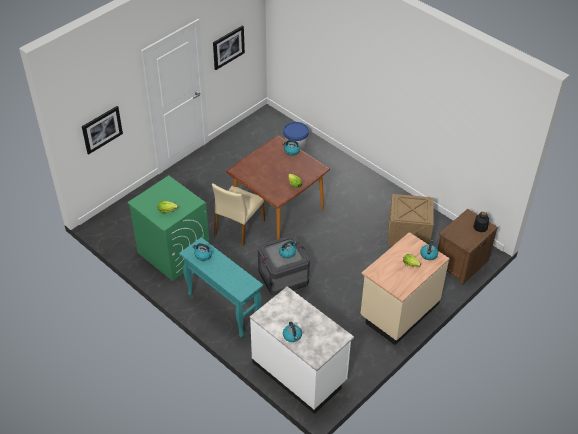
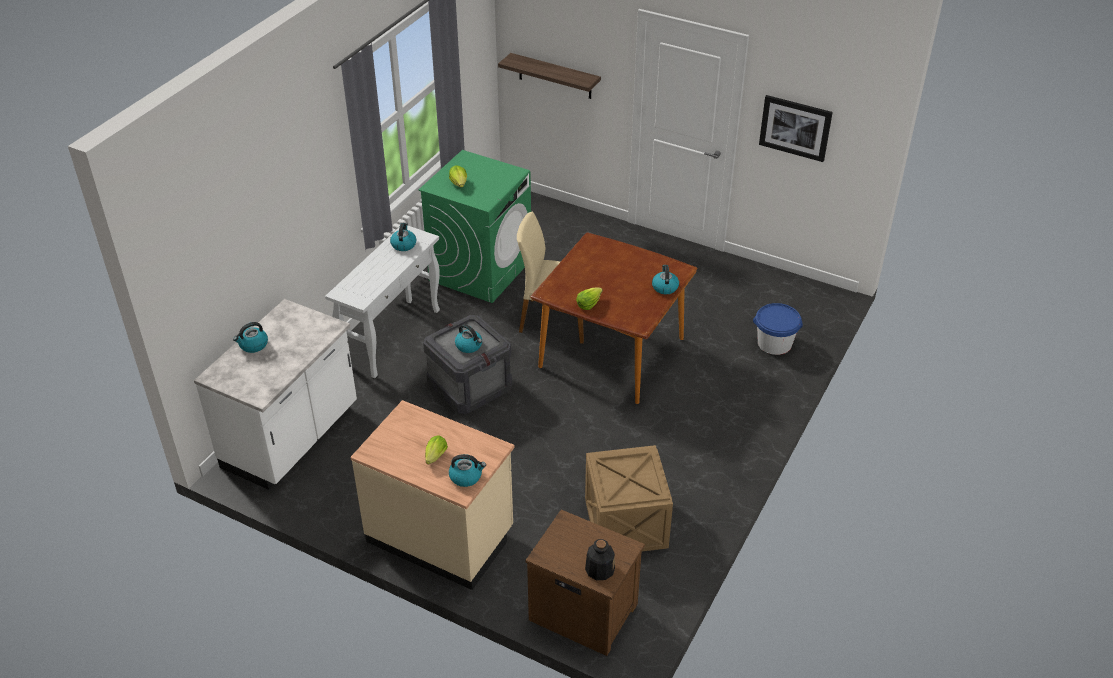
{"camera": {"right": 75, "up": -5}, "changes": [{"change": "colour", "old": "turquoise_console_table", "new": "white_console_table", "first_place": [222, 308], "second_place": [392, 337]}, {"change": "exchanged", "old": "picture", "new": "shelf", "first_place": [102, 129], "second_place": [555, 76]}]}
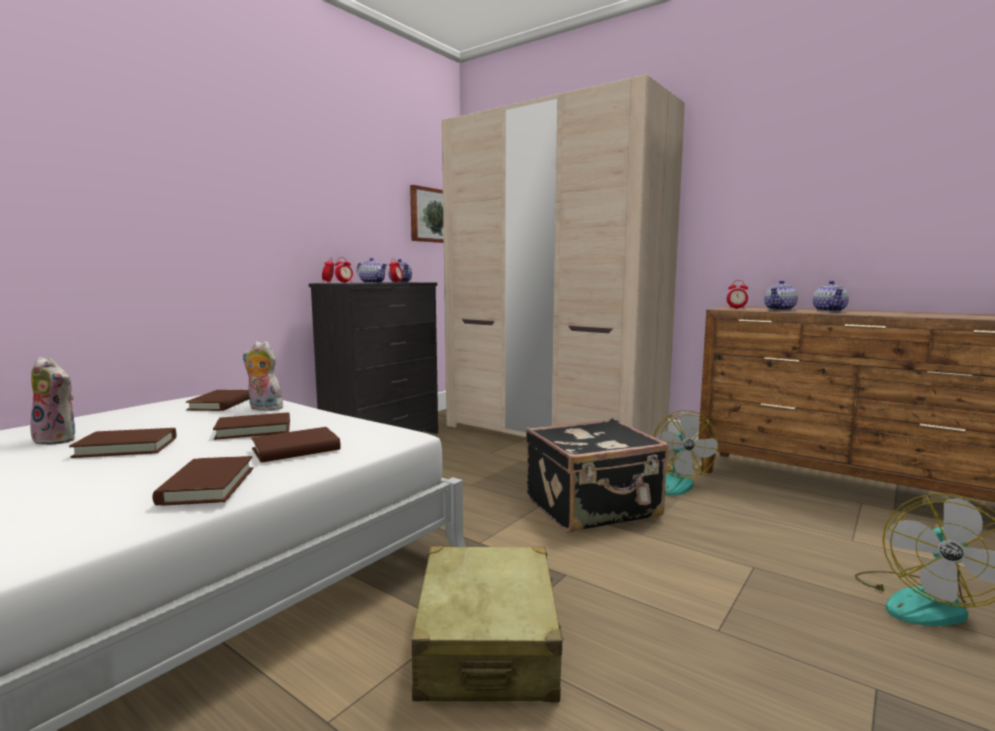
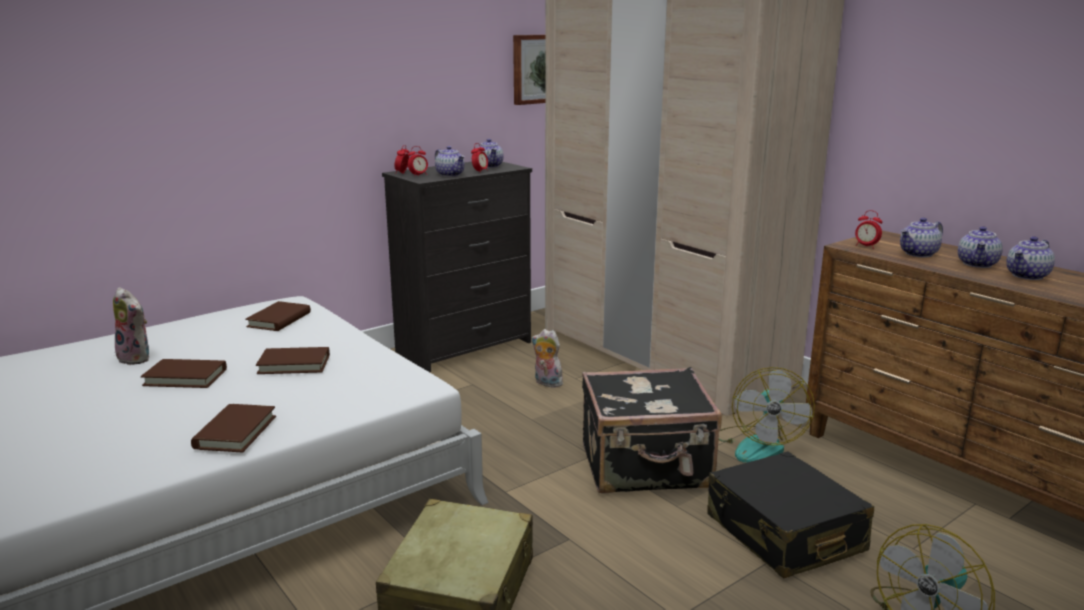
{"camera": {"right": 15, "up": 10}, "changes": [{"change": "relocated", "old": "plush_toy", "first_place": [263, 408], "second_place": [546, 383]}, {"change": "appeared", "new": "black_suitcase", "second_place": [784, 533]}, {"change": "appeared", "new": "teapot", "second_place": [1027, 276]}, {"change": "missing", "old": "brown_book", "first_place": [296, 449]}]}
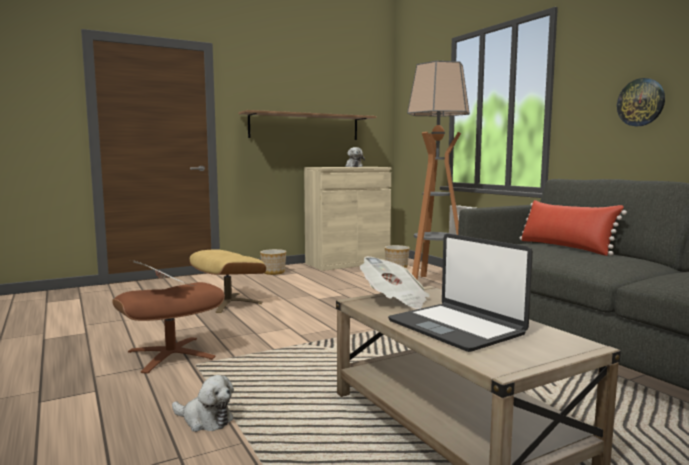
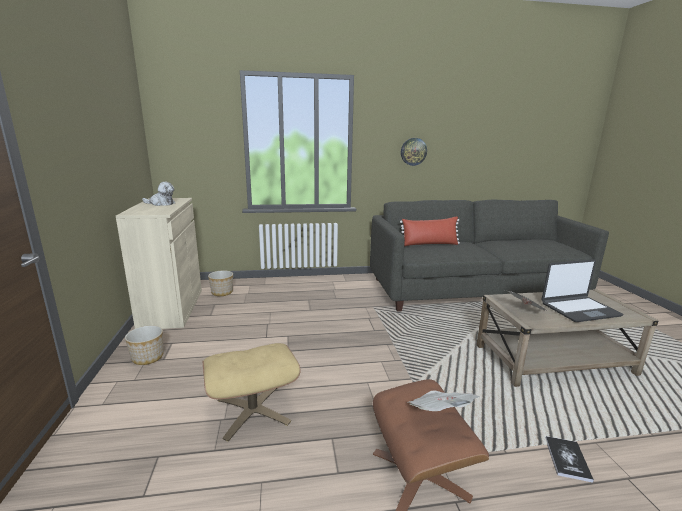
{"camera": {"right": -70, "up": 10}, "changes": [{"change": "exchanged", "old": "plush_toy", "new": "book", "first_place": [205, 420], "second_place": [567, 459]}, {"change": "missing", "old": "shelf", "first_place": [305, 127]}, {"change": "missing", "old": "floor_lamp", "first_place": [434, 284]}]}
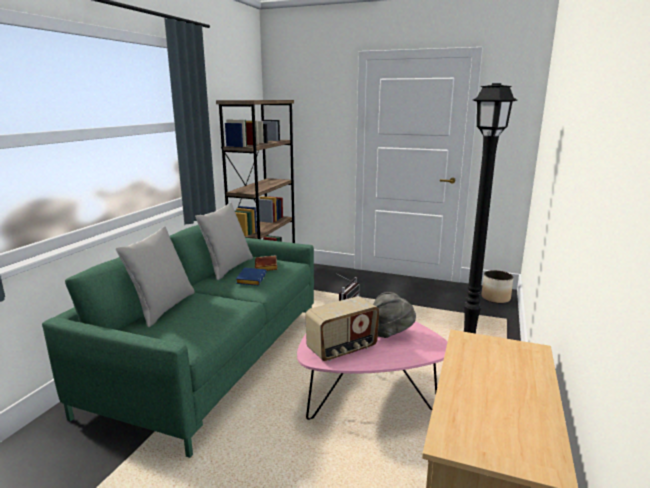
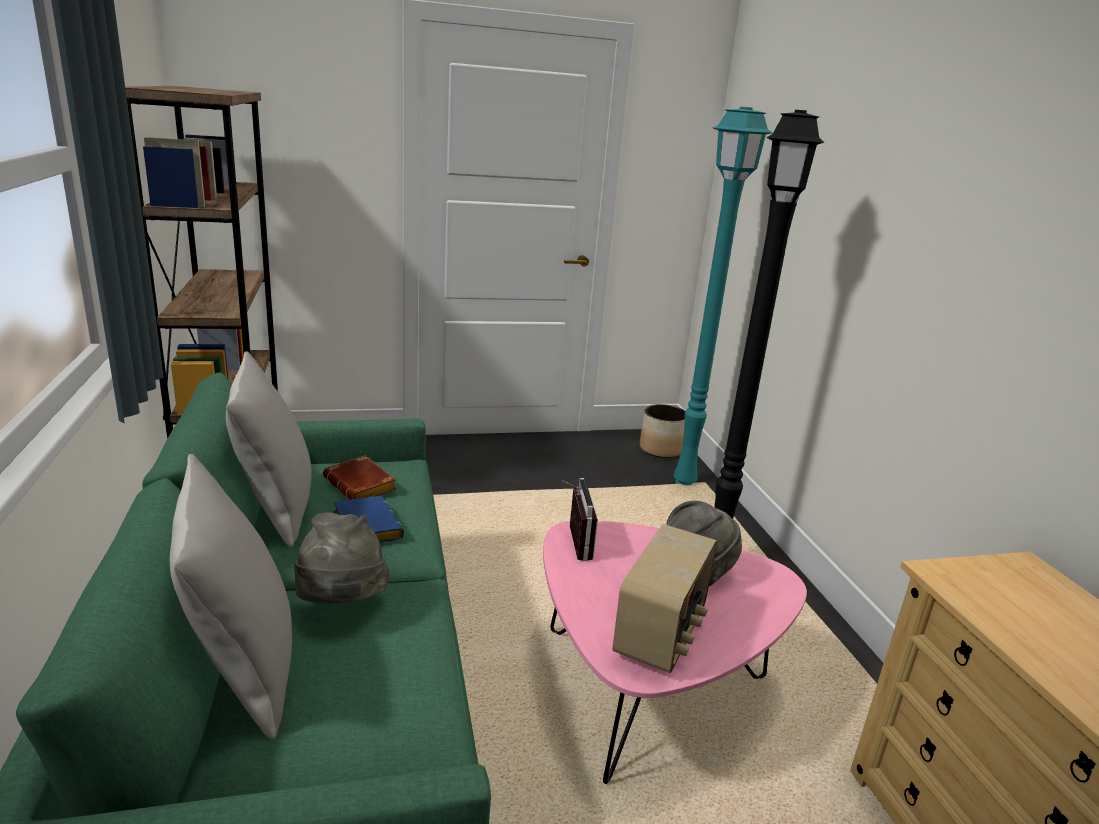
{"camera": {"right": -35, "up": 5}, "changes": [{"change": "appeared", "new": "grey_hat", "second_place": [341, 605]}, {"change": "appeared", "new": "turquoise_floor_lamp", "second_place": [684, 481]}]}
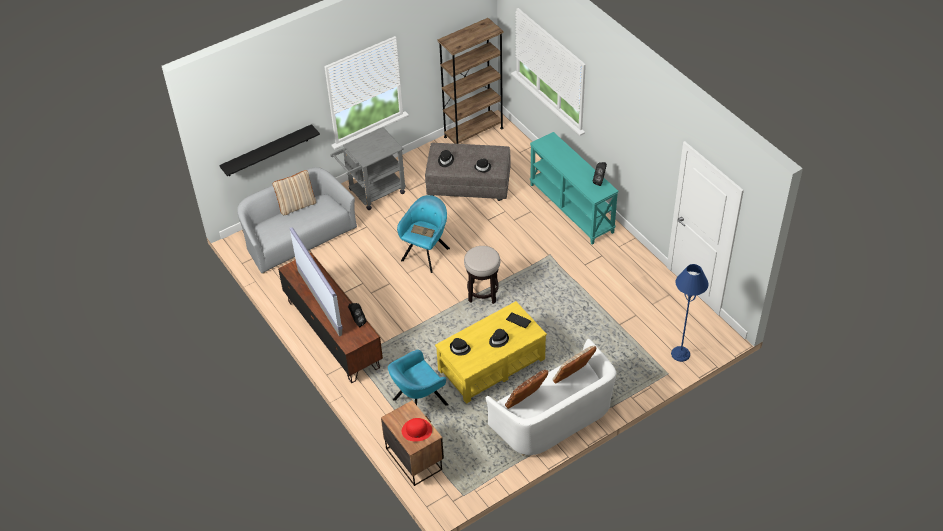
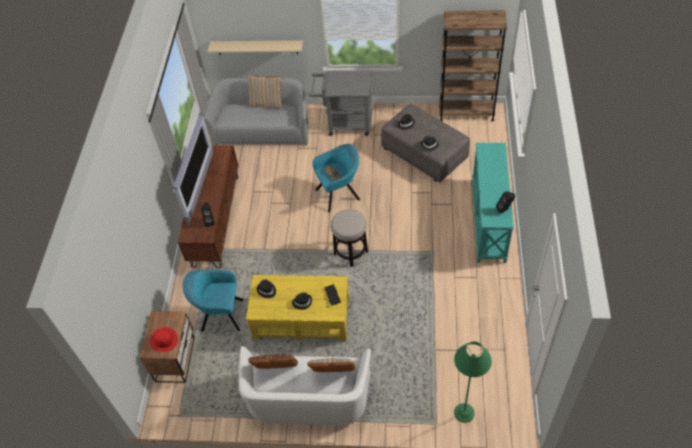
{"camera": {"right": 40, "up": 5}, "changes": [{"change": "colour", "old": "black_shelf", "new": "beige_shelf", "first_place": [267, 151], "second_place": [257, 47]}, {"change": "colour", "old": "blue_floor_lamp", "new": "green_floor_lamp", "first_place": [680, 354], "second_place": [464, 413]}]}
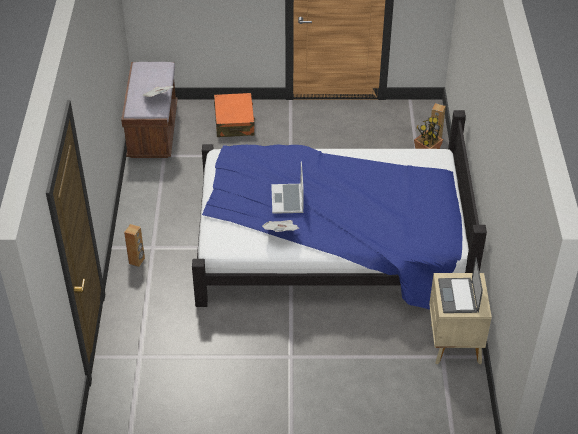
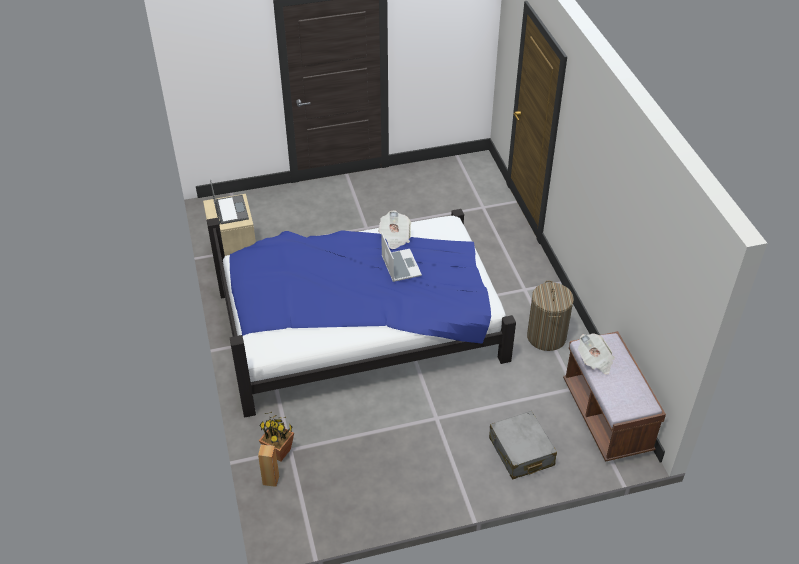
{"camera": {"right": 165, "up": 0}, "changes": [{"change": "colour", "old": "orange_suitcase", "new": "grey_suitcase", "first_place": [234, 122], "second_place": [521, 452]}, {"change": "appeared", "new": "laundry_basket", "second_place": [546, 336]}, {"change": "missing", "old": "brown_speaker", "first_place": [137, 261]}]}
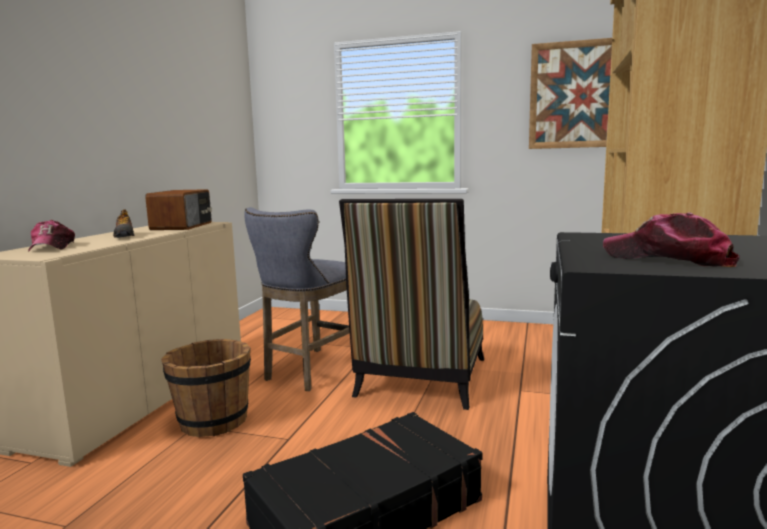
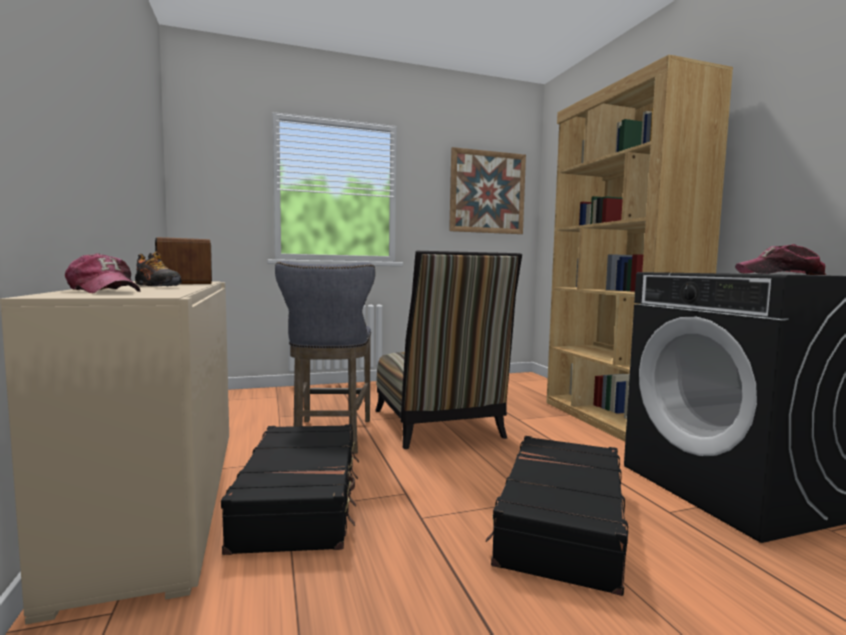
{"camera": {"right": -35, "up": -5}, "changes": [{"change": "exchanged", "old": "brown_bucket", "new": "black_suitcase", "first_place": [213, 421], "second_place": [301, 500]}]}
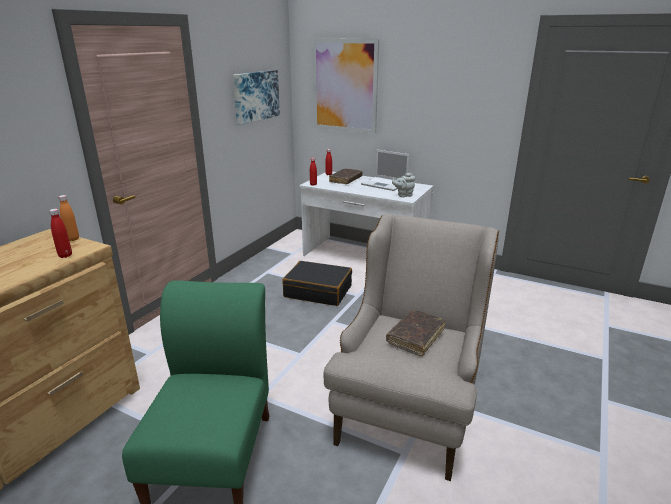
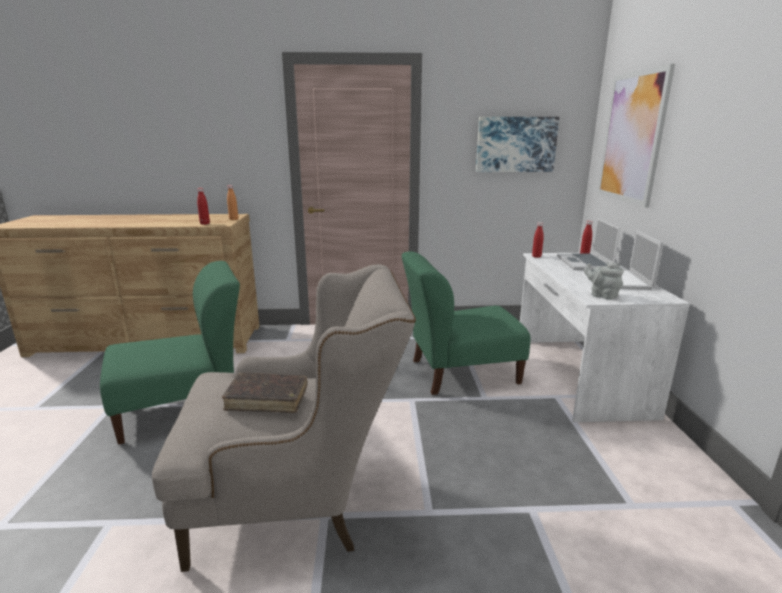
{"camera": {"right": 60, "up": -5}, "changes": [{"change": "exchanged", "old": "black_suitcase", "new": "green_chair", "first_place": [318, 291], "second_place": [459, 373]}, {"change": "exchanged", "old": "brown_book", "new": "laptop", "first_place": [345, 180], "second_place": [585, 263]}]}
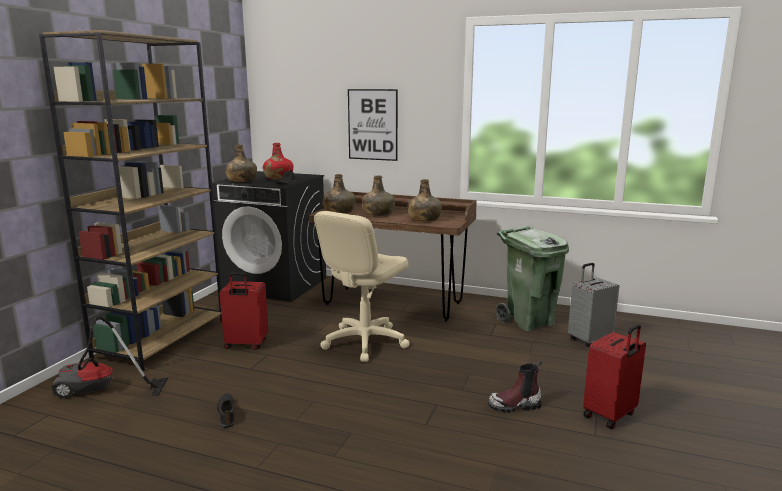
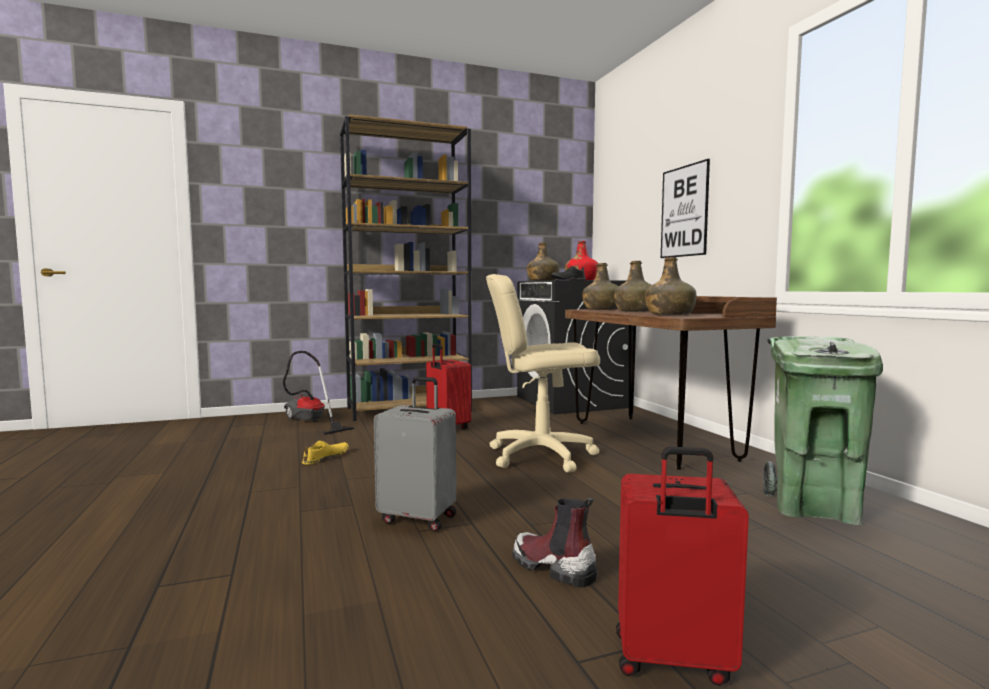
{"camera": {"right": 50, "up": -10}, "changes": [{"change": "colour", "old": "black_shoe", "new": "yellow_shoe", "first_place": [227, 413], "second_place": [326, 457]}, {"change": "relocated", "old": "grey_suitcase", "first_place": [589, 340], "second_place": [419, 518]}]}
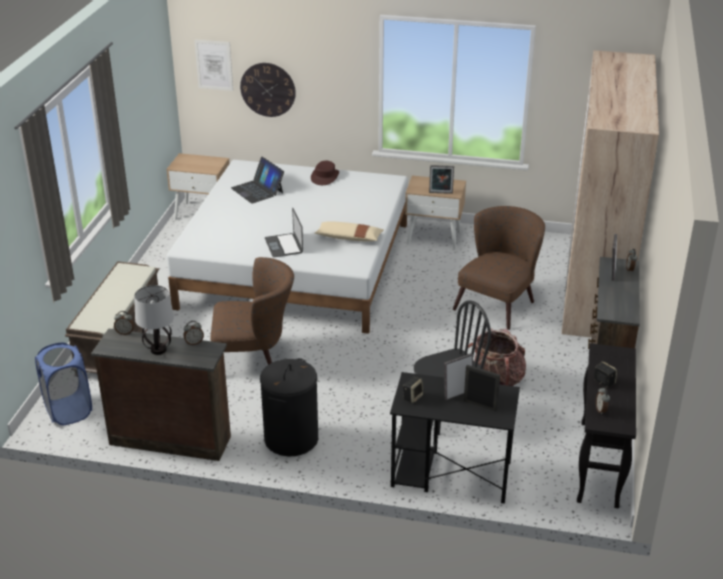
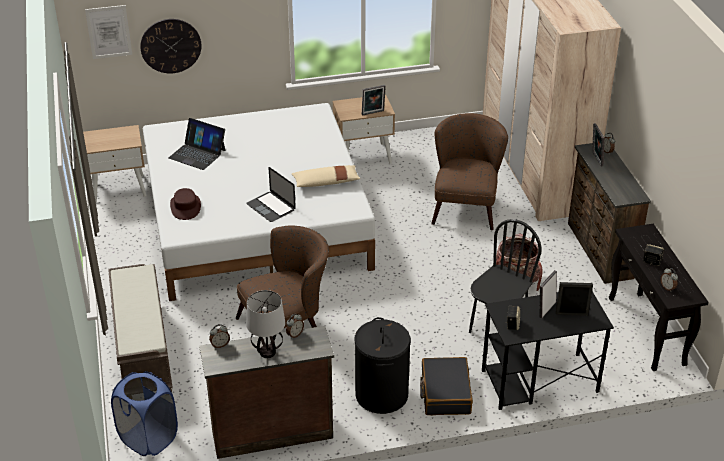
{"camera": {"right": -25, "up": 5}, "changes": [{"change": "relocated", "old": "brown_hat", "first_place": [325, 177], "second_place": [185, 207]}, {"change": "appeared", "new": "black_suitcase", "second_place": [445, 393]}]}
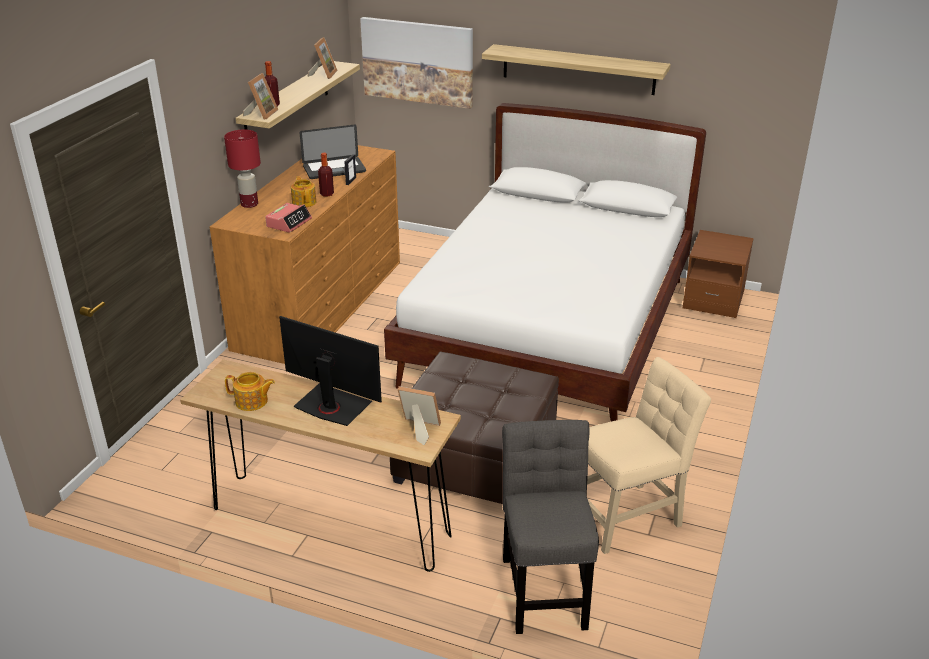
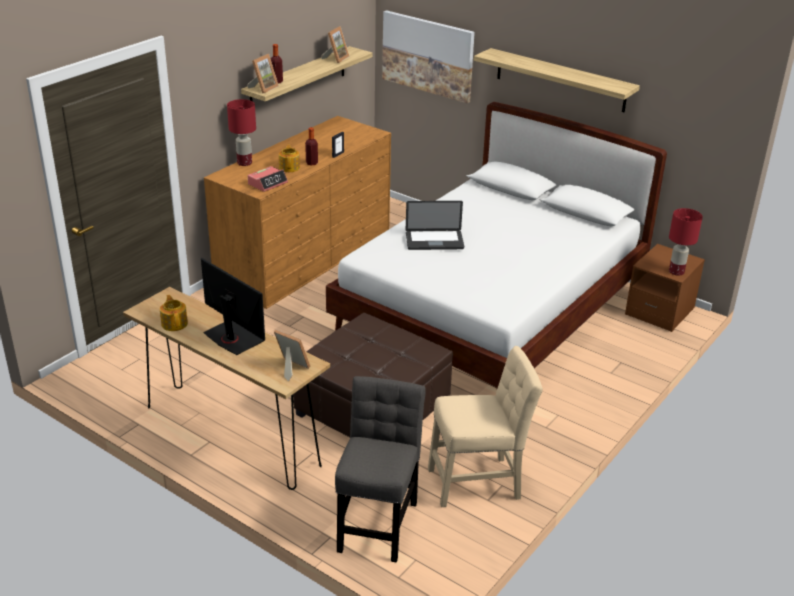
{"camera": {"right": 15, "up": 0}, "changes": [{"change": "spun", "old": "teapot", "first_place": [252, 402], "second_place": [174, 323], "degrees": -135}, {"change": "relocated", "old": "laptop", "first_place": [334, 169], "second_place": [434, 241]}, {"change": "appeared", "new": "red_table_lamp", "second_place": [676, 271]}]}
